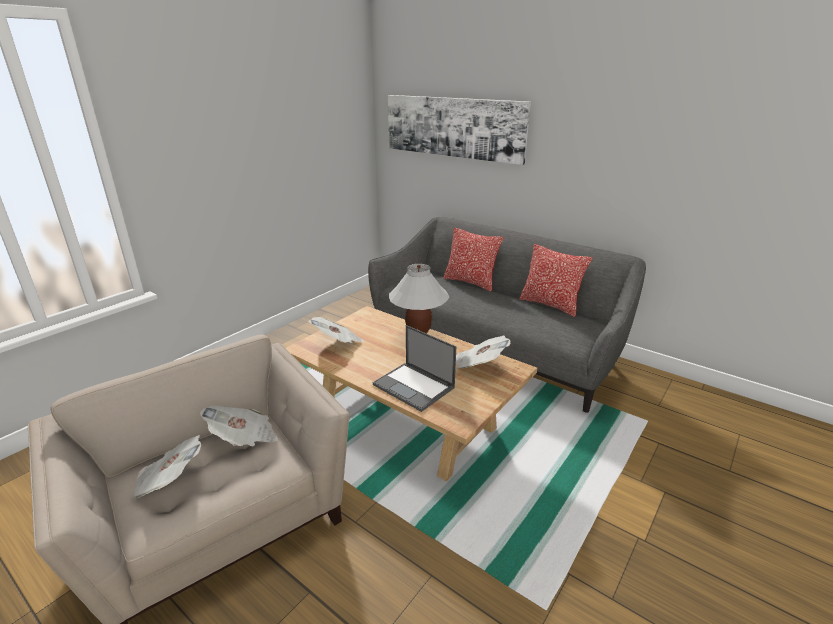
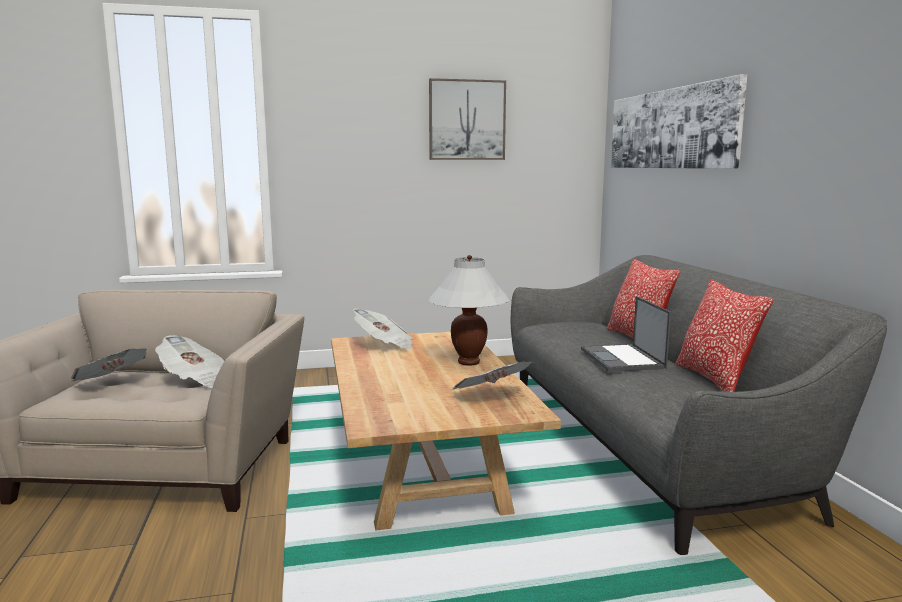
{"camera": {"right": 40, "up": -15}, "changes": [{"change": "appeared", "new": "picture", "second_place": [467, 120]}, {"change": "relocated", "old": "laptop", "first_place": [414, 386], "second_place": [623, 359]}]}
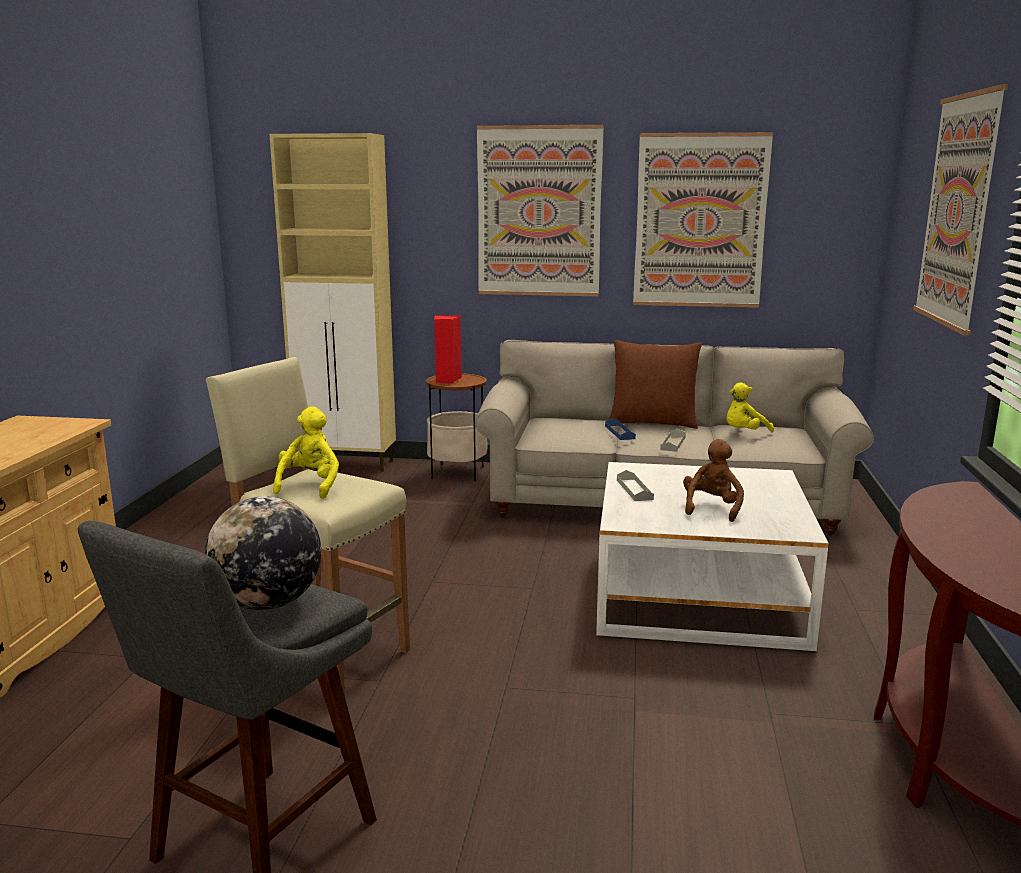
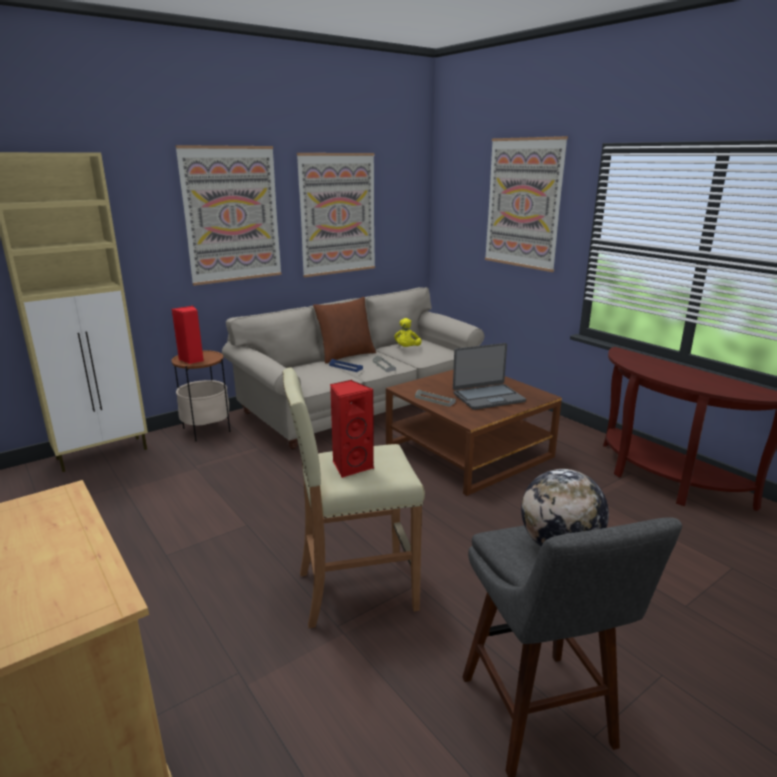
{"camera": {"right": -45, "up": 5}, "changes": [{"change": "exchanged", "old": "yellow_plush_toy", "new": "red_speaker", "first_place": [310, 485], "second_place": [351, 466]}, {"change": "colour", "old": "white_coffee_table", "new": "brown_coffee_table", "first_place": [698, 594], "second_place": [468, 451]}, {"change": "exchanged", "old": "brown_plush_toy", "new": "laptop", "first_place": [712, 508], "second_place": [488, 397]}]}
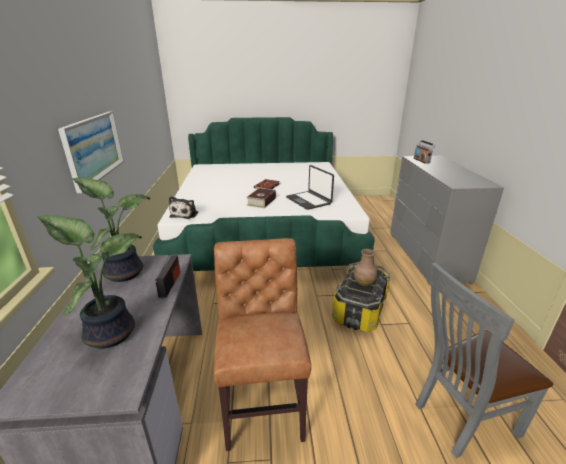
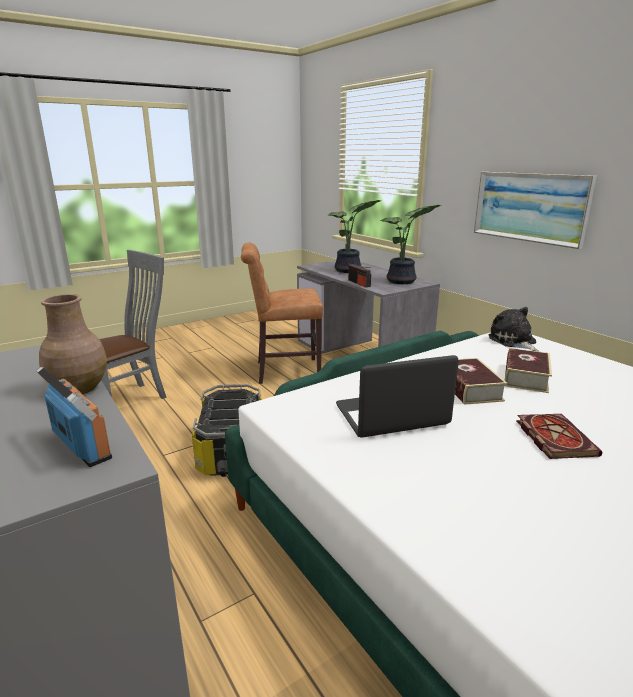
{"camera": {"right": 150, "up": -5}, "changes": [{"change": "relocated", "old": "brown_vase", "first_place": [364, 282], "second_place": [78, 389]}, {"change": "spun", "old": "brown_chair", "first_place": [263, 401], "second_place": [283, 371], "degrees": 120}, {"change": "spun", "old": "laptop", "first_place": [309, 200], "second_place": [391, 416], "degrees": -45}, {"change": "appeared", "new": "book", "second_place": [525, 377]}]}
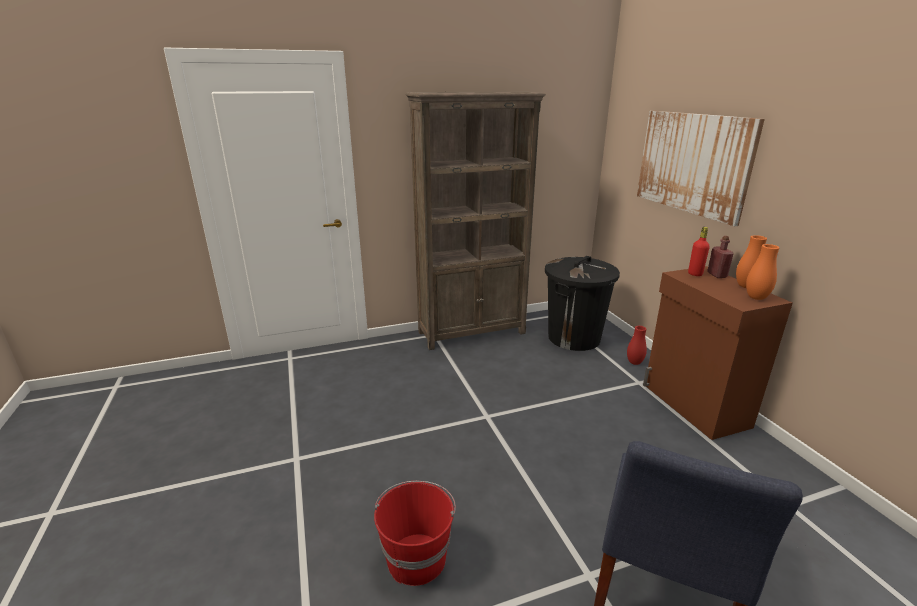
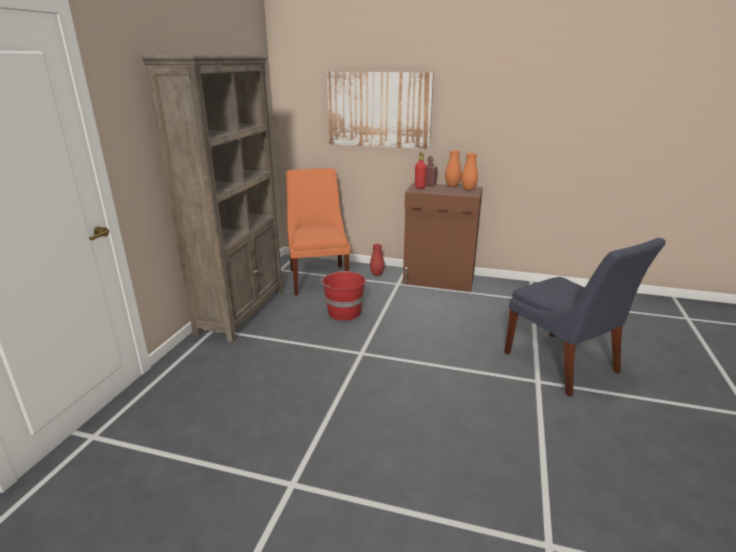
{"camera": {"right": -55, "up": 0}, "changes": [{"change": "exchanged", "old": "black_trash_can", "new": "orange_chair", "first_place": [574, 338], "second_place": [319, 278]}, {"change": "relocated", "old": "red_bucket", "first_place": [416, 557], "second_place": [343, 312]}]}
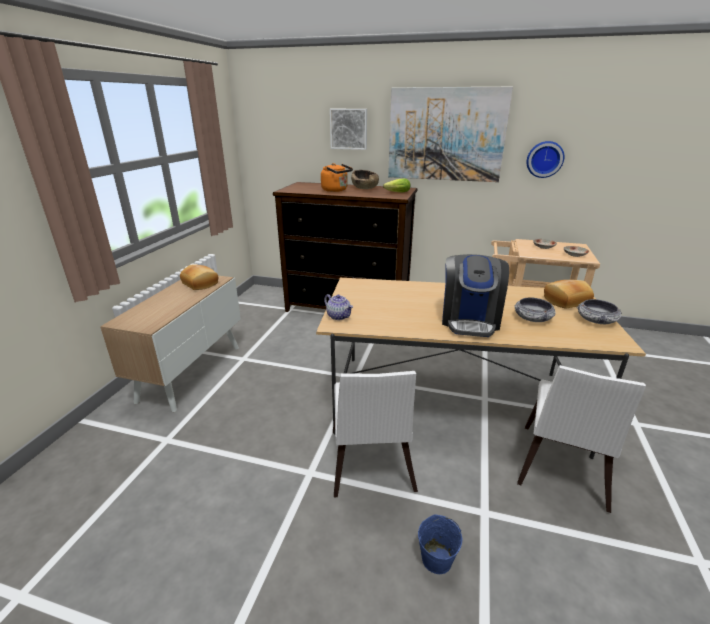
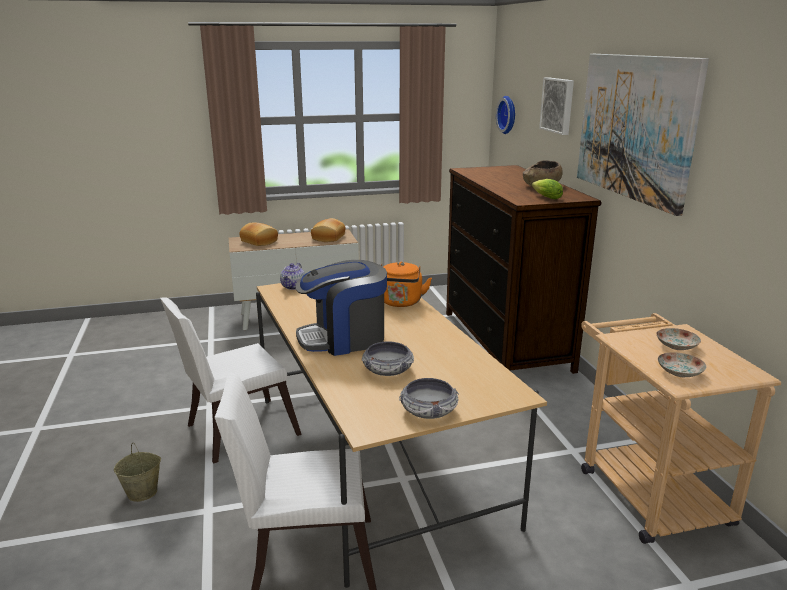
{"camera": {"right": 60, "up": -5}, "changes": [{"change": "colour", "old": "blue_bucket", "new": "beige_bucket", "first_place": [436, 558], "second_place": [143, 492]}, {"change": "relocated", "old": "bread", "first_place": [565, 301], "second_place": [260, 241]}, {"change": "relocated", "old": "orange_kettle", "first_place": [336, 190], "second_place": [400, 303]}, {"change": "relocated", "old": "wall_clock", "first_place": [544, 159], "second_place": [508, 115]}]}
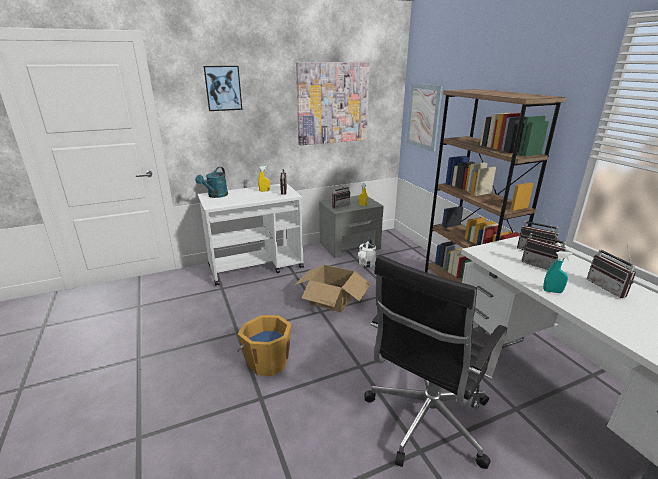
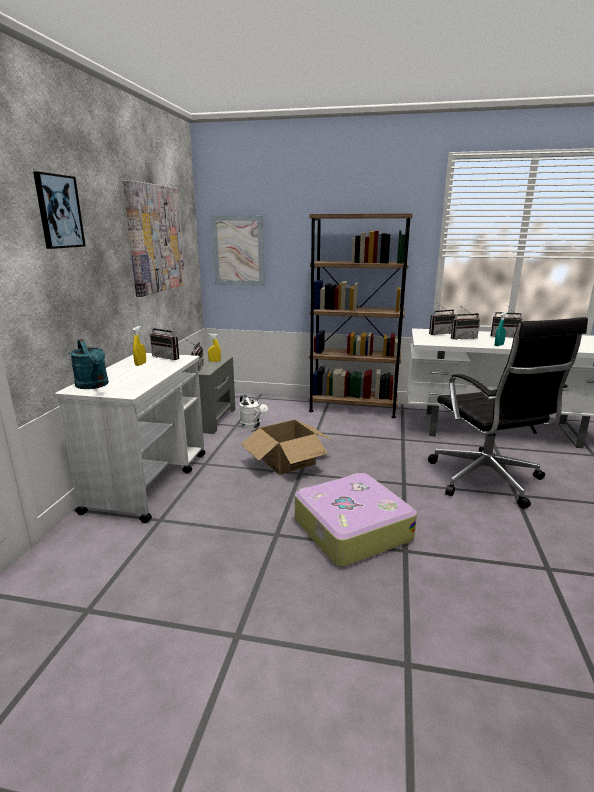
{"camera": {"right": -55, "up": -5}, "changes": [{"change": "exchanged", "old": "orange_bucket", "new": "suitcase", "first_place": [267, 361], "second_place": [350, 529]}]}
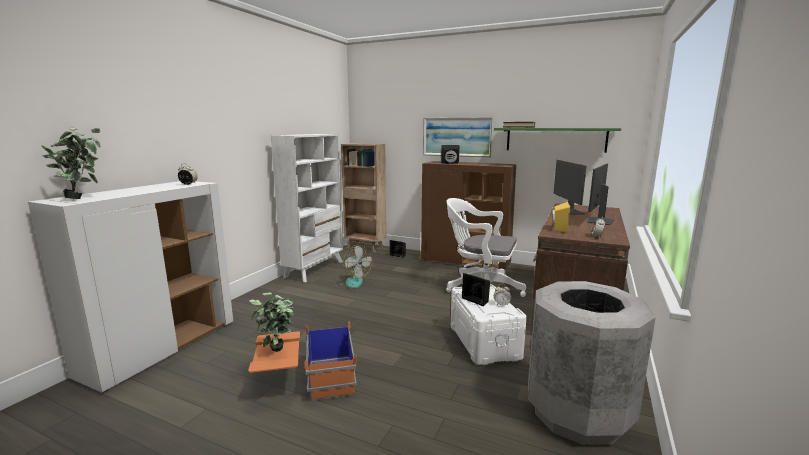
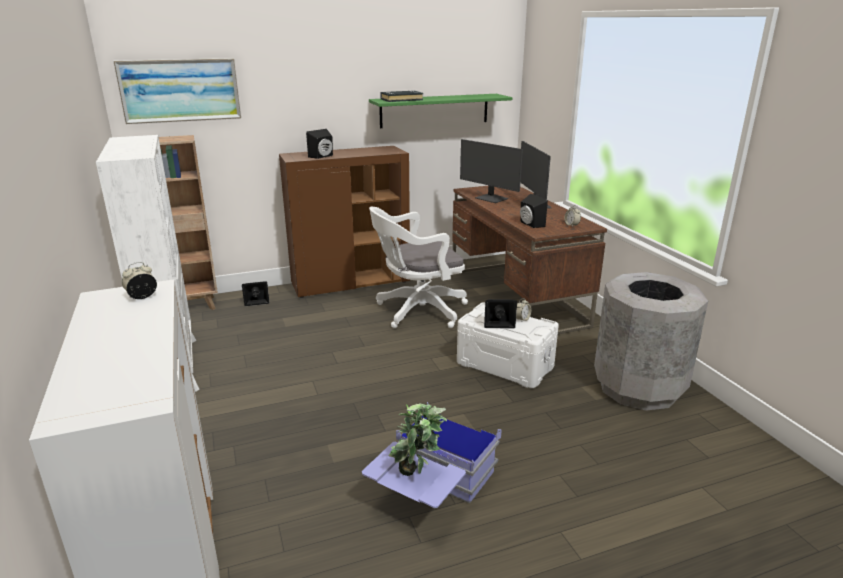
{"camera": {"right": -45, "up": 10}, "changes": [{"change": "relocated", "old": "picture", "first_place": [457, 137], "second_place": [180, 90]}, {"change": "colour", "old": "orange_storage_box", "new": "blue_storage_box", "first_place": [306, 381], "second_place": [431, 491]}, {"change": "colour", "old": "yellow_speaker", "new": "black_speaker", "first_place": [558, 229], "second_place": [530, 224]}, {"change": "missing", "old": "potted_plant", "first_place": [83, 198]}, {"change": "missing", "old": "fan", "first_place": [351, 282]}]}
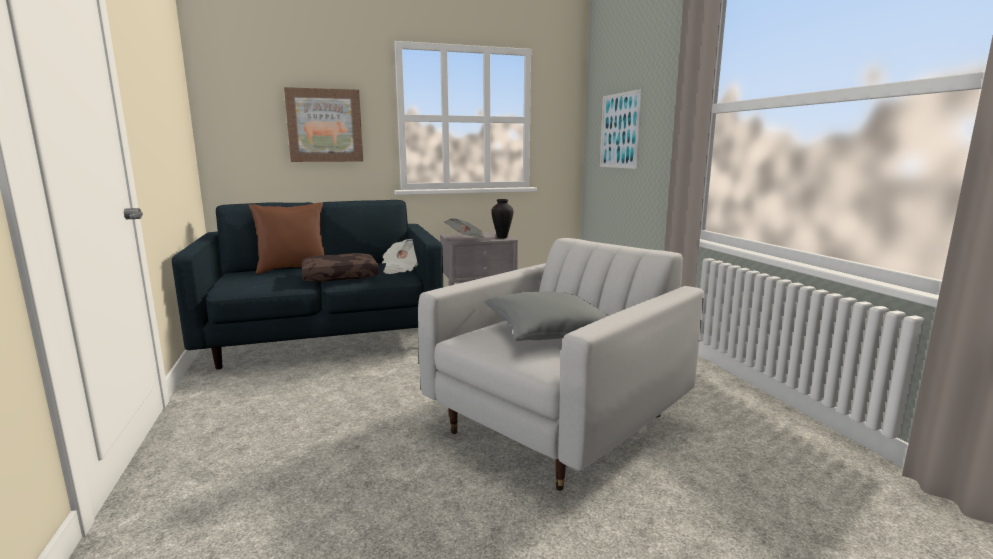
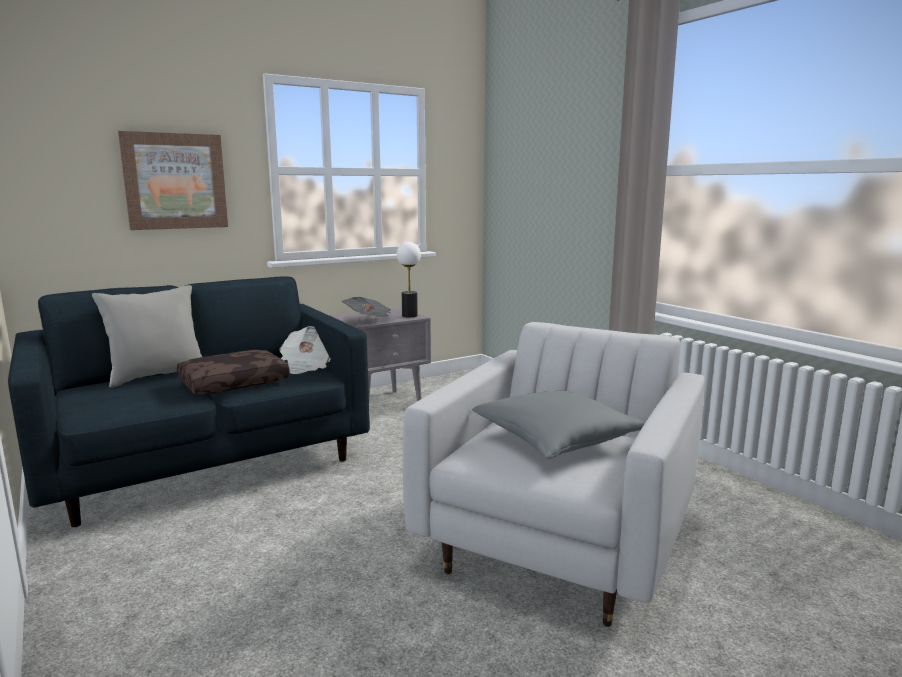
{"camera": {"right": -15, "up": 0}, "changes": [{"change": "colour", "old": "brown_pillow", "new": "grey_pillow", "first_place": [293, 269], "second_place": [157, 376]}, {"change": "exchanged", "old": "vase", "new": "table_lamp", "first_place": [502, 237], "second_place": [409, 316]}, {"change": "missing", "old": "picture", "first_place": [619, 130]}]}
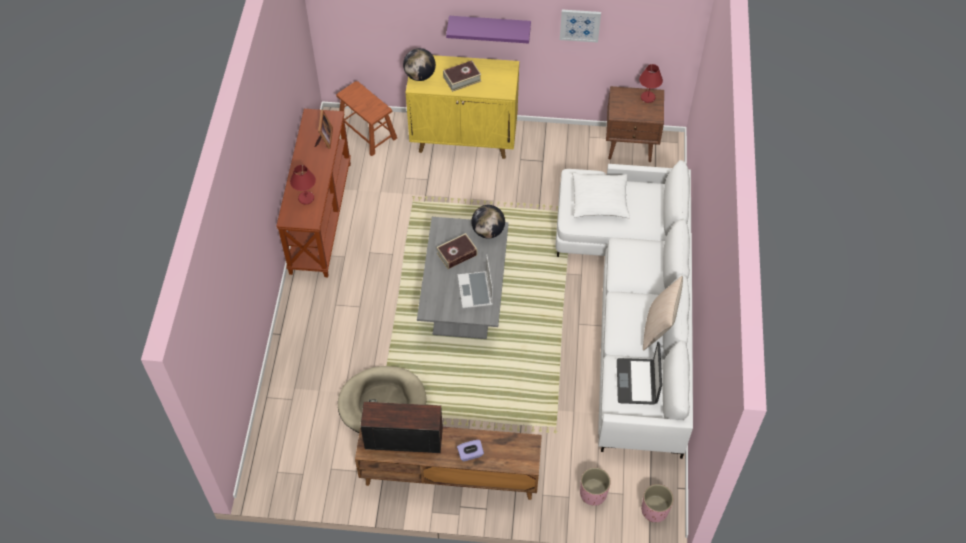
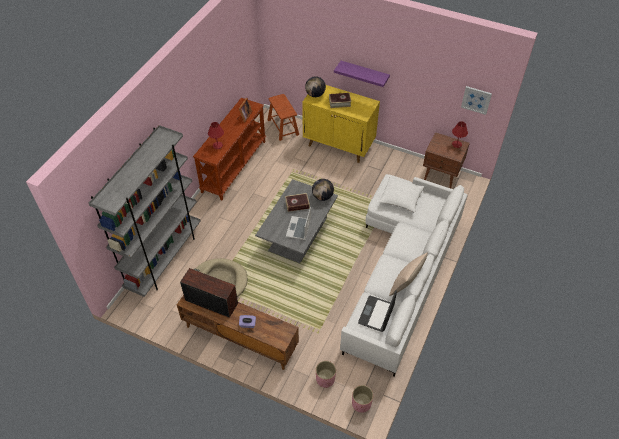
{"camera": {"right": 20, "up": -5}, "changes": [{"change": "appeared", "new": "grey_bookcase", "second_place": [164, 258]}, {"change": "relocated", "old": "picture", "first_place": [580, 25], "second_place": [476, 100]}]}
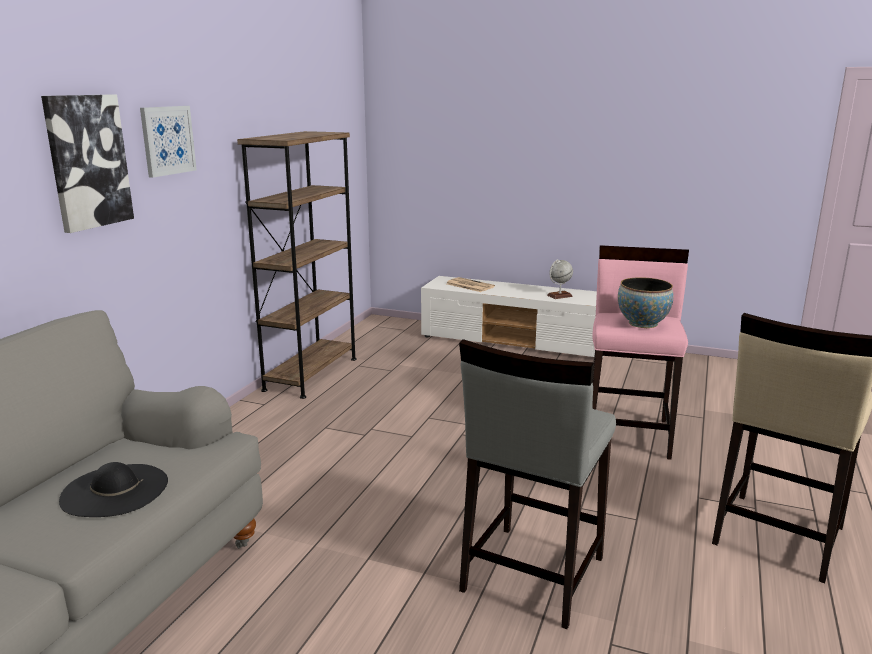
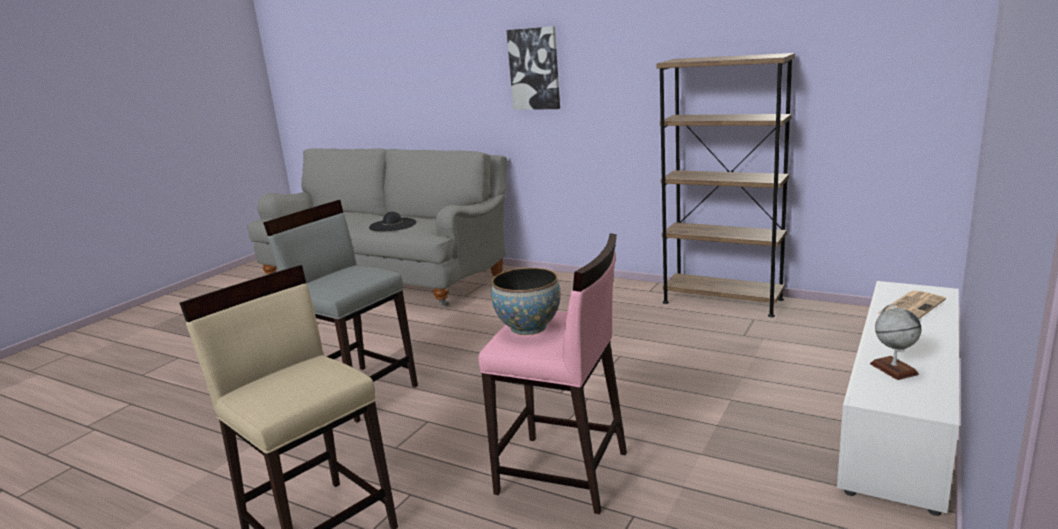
{"camera": {"right": 100, "up": 0}, "changes": [{"change": "missing", "old": "picture", "first_place": [167, 140]}]}
